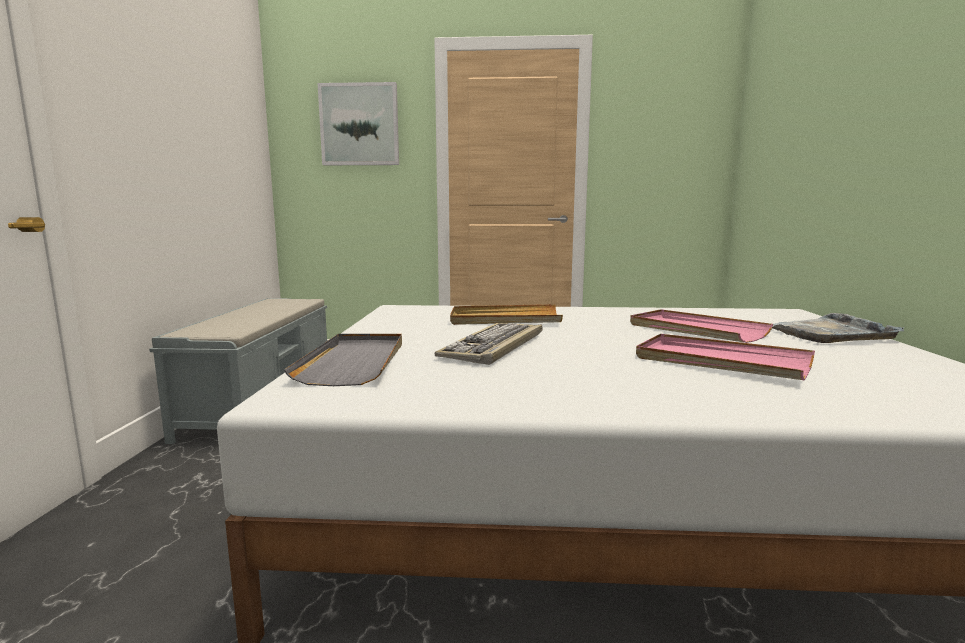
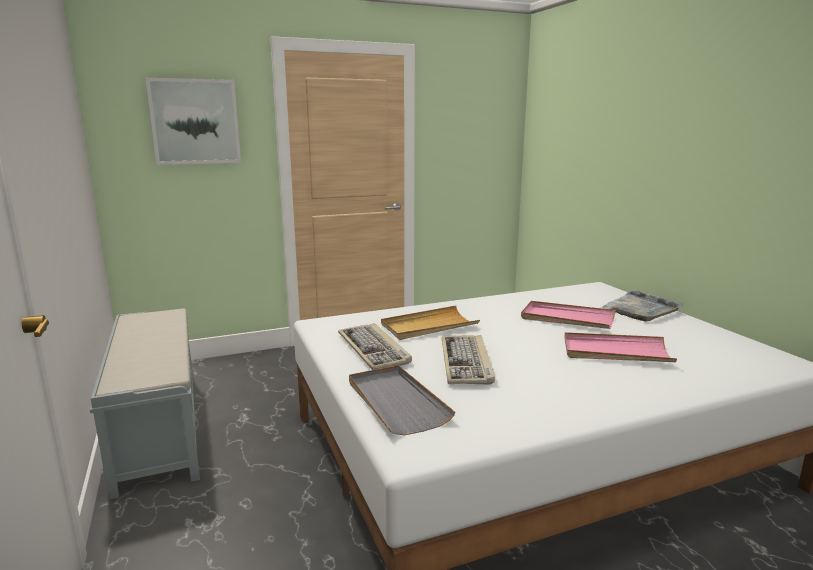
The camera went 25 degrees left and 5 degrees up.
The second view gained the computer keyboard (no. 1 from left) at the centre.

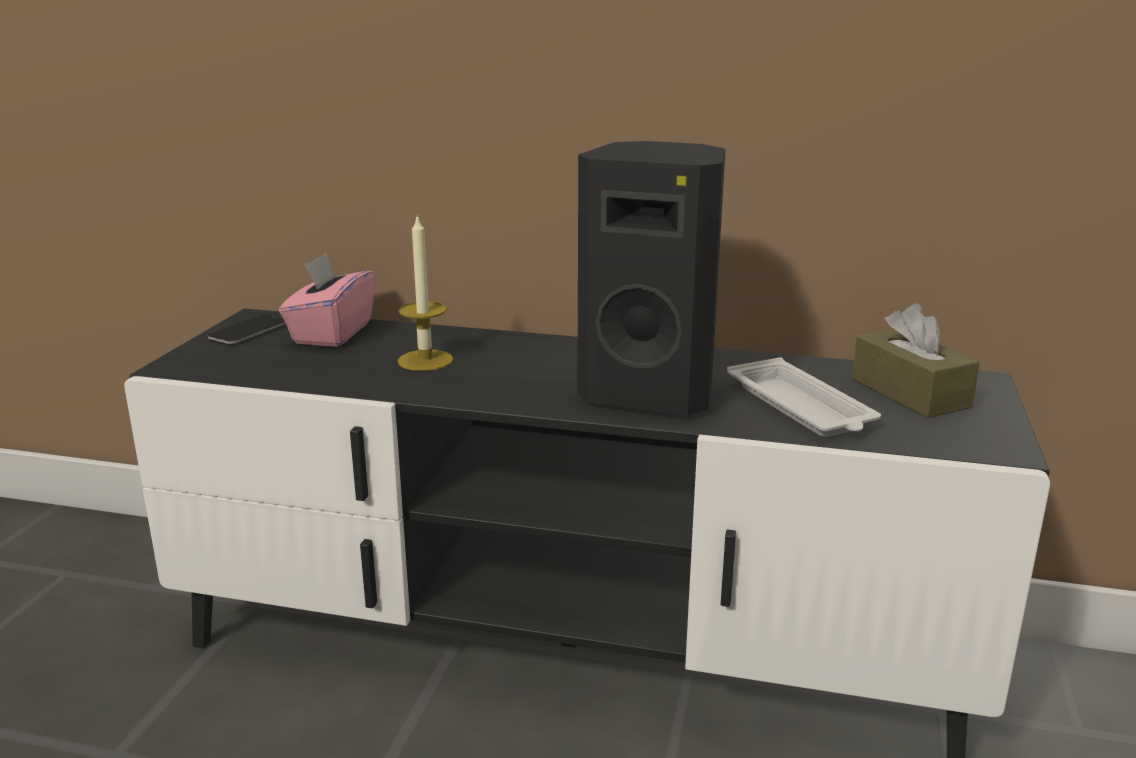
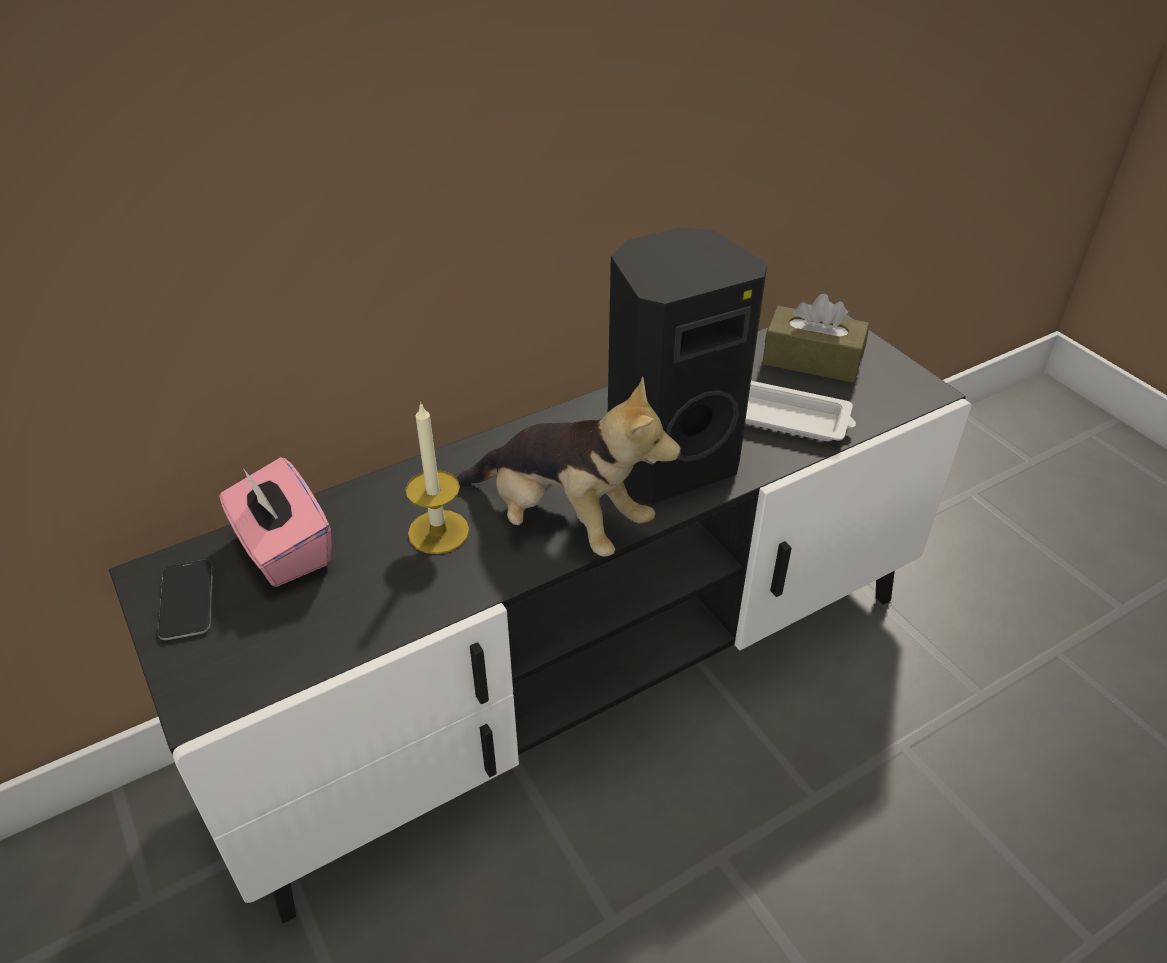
The camera went 45 degrees left and 20 degrees up.
The second view gained the soft toy at the centre.

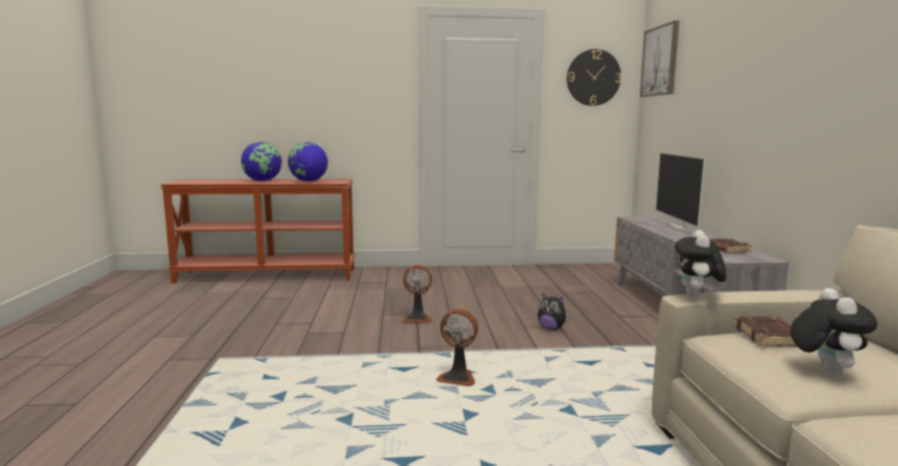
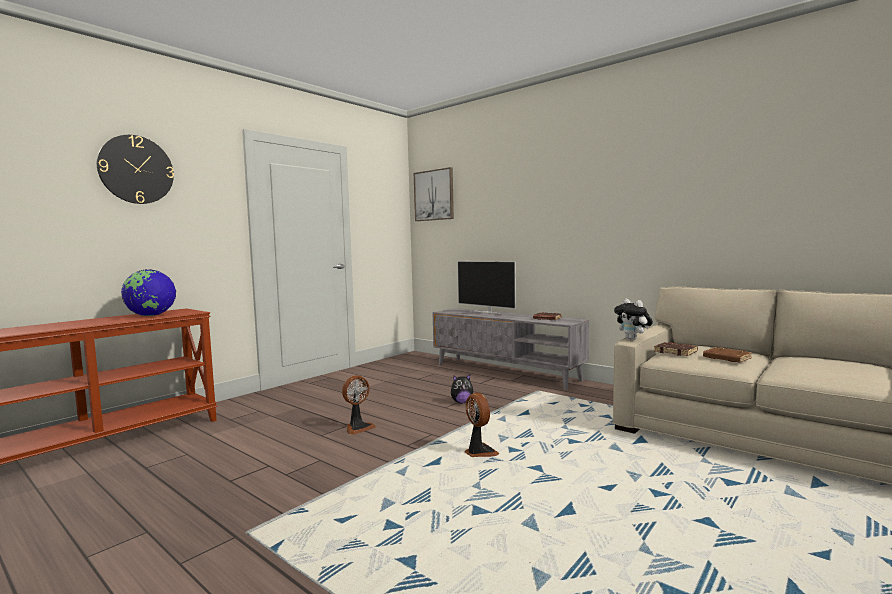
The camera went 45 degrees left and 5 degrees down.
The wall clock ended up elsewhere, having gone from the top centre to the top left.
The second view lost the globe (no. 1 from left) at the middle left.
Where the soft toy (no. 3 from left) stood at the bottom right, the bound book/brown-coloured (no. 3 from left) came to stand at the middle right.
The electric fan (no. 2 from left) at the bottom centre ended up facing another way, 90 degrees counterclockwise from before.

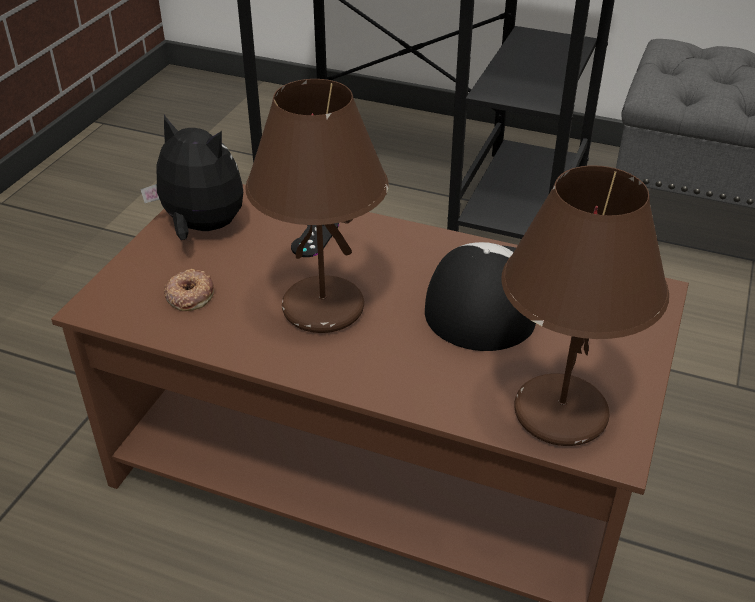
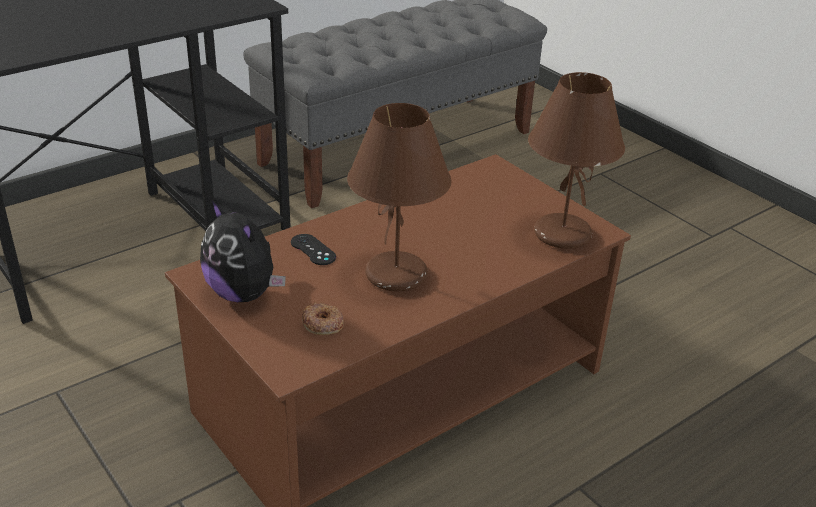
The camera went 60 degrees left and 5 degrees down.
The soft toy at the top left ended up facing another way, 105 degrees counterclockwise from before.
The second view lost the peaked cap at the centre.

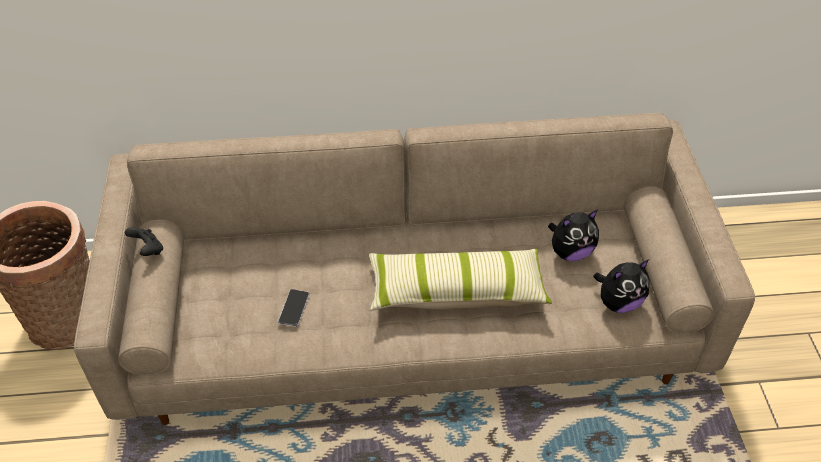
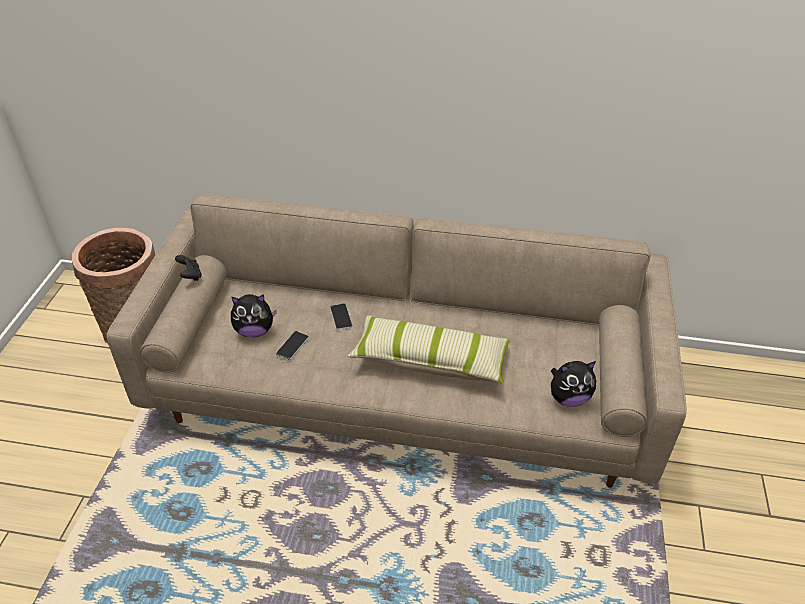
The camera went 15 degrees right and 5 degrees down.
The soft toy (no. 1 from left) ended up elsewhere, having gone from the middle right to the middle left.
The second view gained the telephone (no. 2 from left) at the centre.

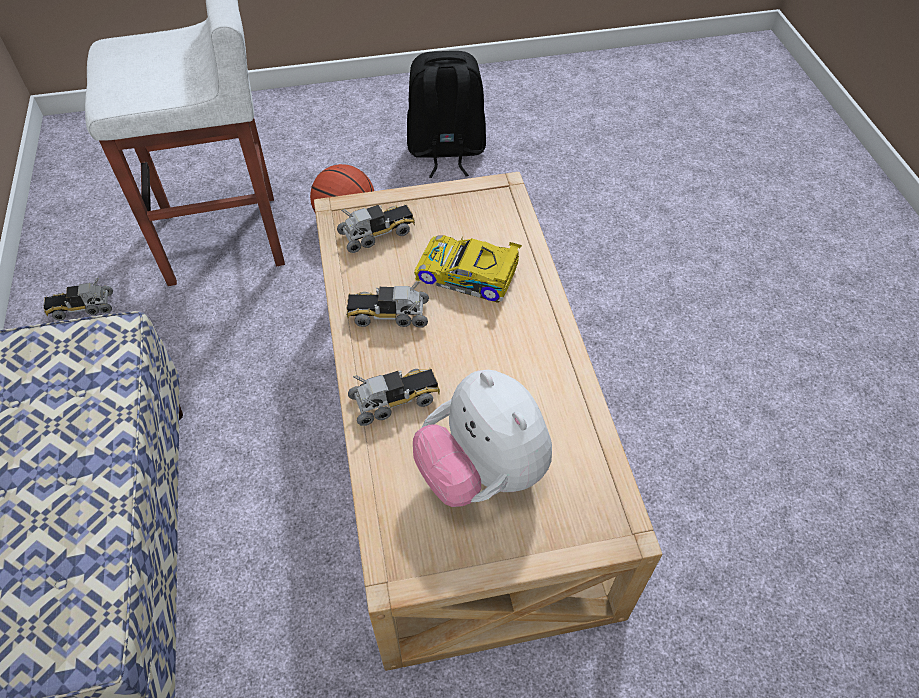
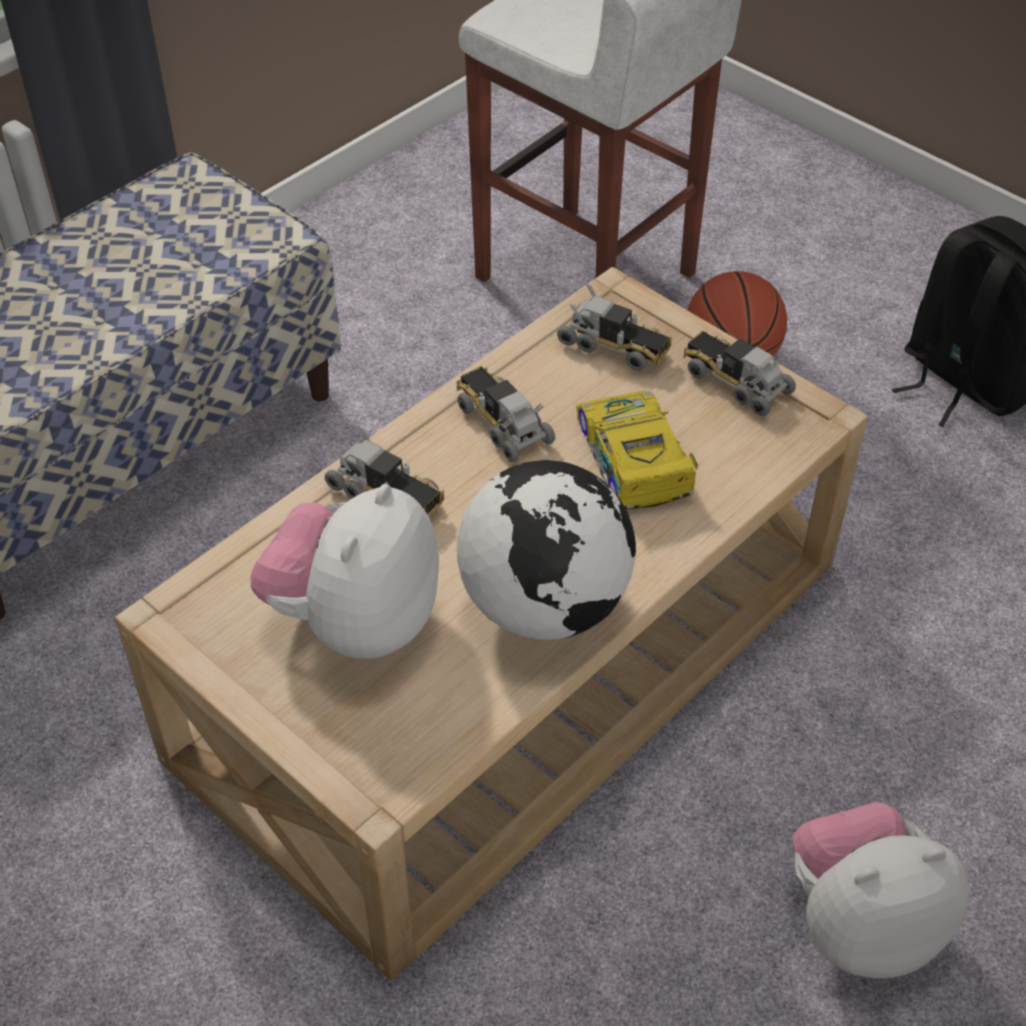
The camera went 55 degrees right and 5 degrees down.
The model truck (no. 1 from left in the first image) ended up elsewhere, having gone from the middle left to the middle right.
The second view gained the globe at the centre.
The second view gained the soft toy (no. 2 from left) at the bottom right.

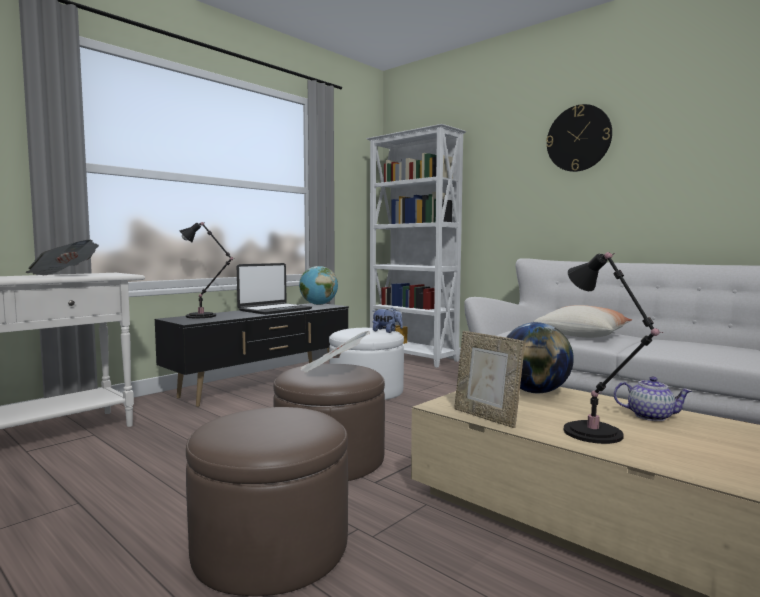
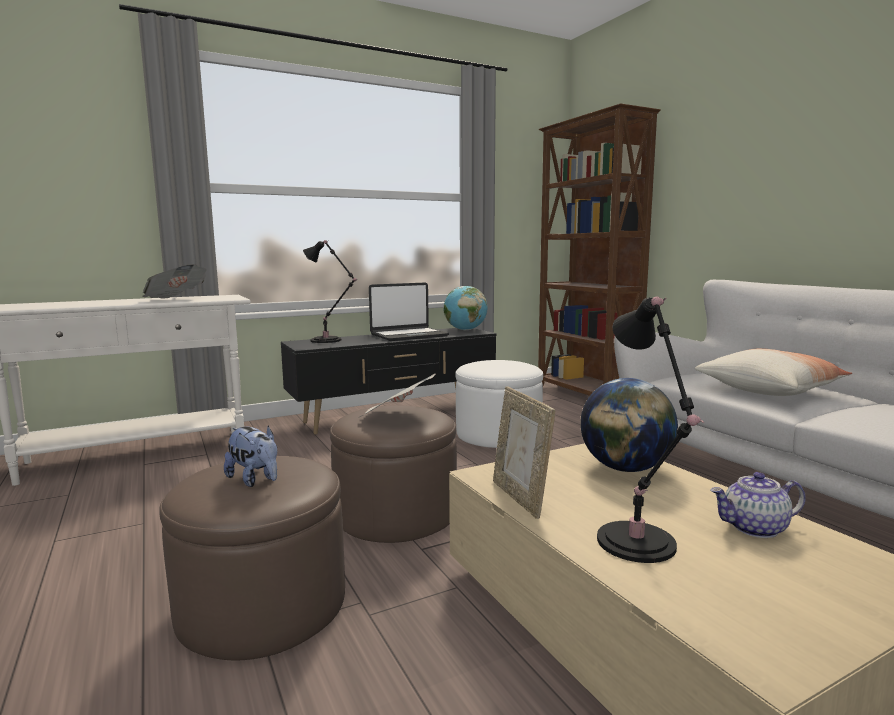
The camera went 20 degrees right and 5 degrees up.
The second view lost the wall clock at the top right.
What was the shelving unit/whitish at the centre turned into the shelving unit/brown-coloured at the middle right.
The soft toy ended up elsewhere, having gone from the centre to the middle left.
The pot for tea at the bottom right ended up facing another way, 135 degrees clockwise from before.

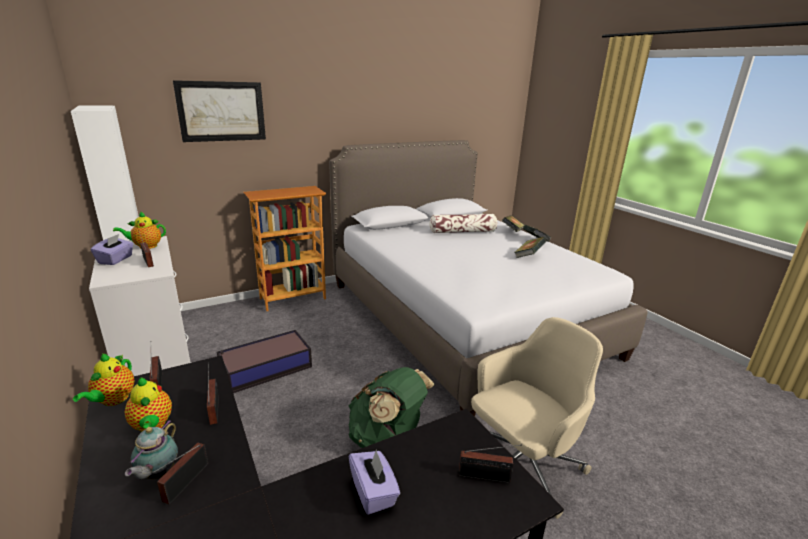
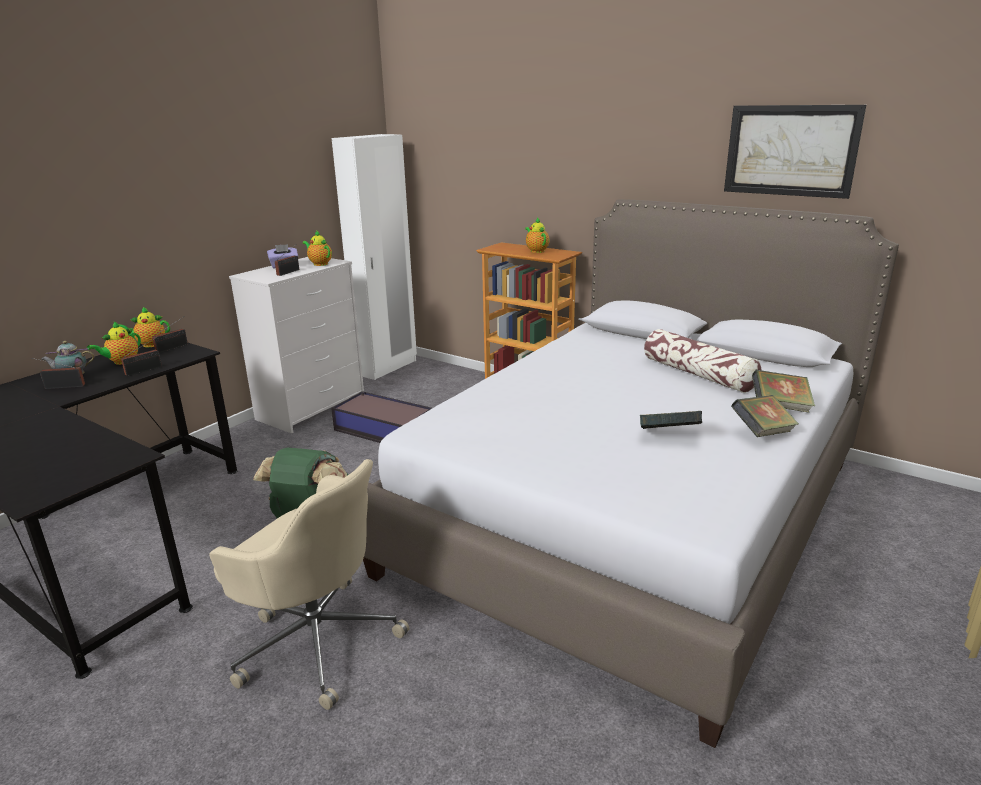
The camera went 65 degrees right and 0 degrees up.
The picture ended up elsewhere, having gone from the top left to the top right.
The second view lost the radio (no. 5 from left) at the bottom centre.
The second view lost the box of tissues/purple-coloured (no. 2 from left) at the bottom centre.
The second view gained the pot for tea (no. 5 from left) at the top centre.

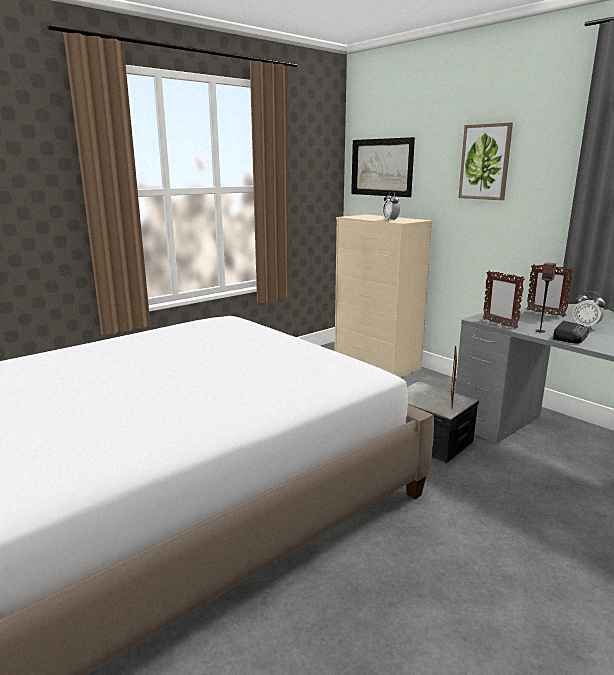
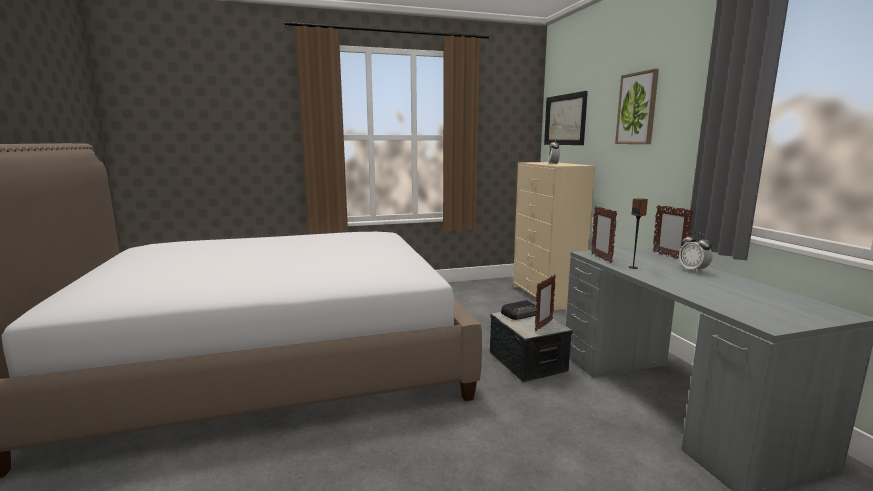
The camera went 25 degrees right and 5 degrees down.
The radio ended up elsewhere, having gone from the middle right to the centre.

